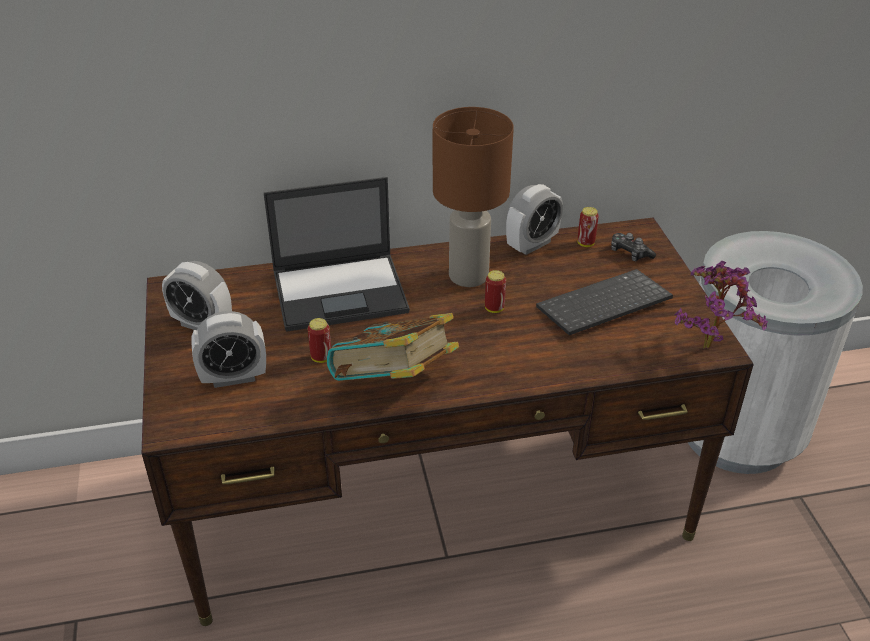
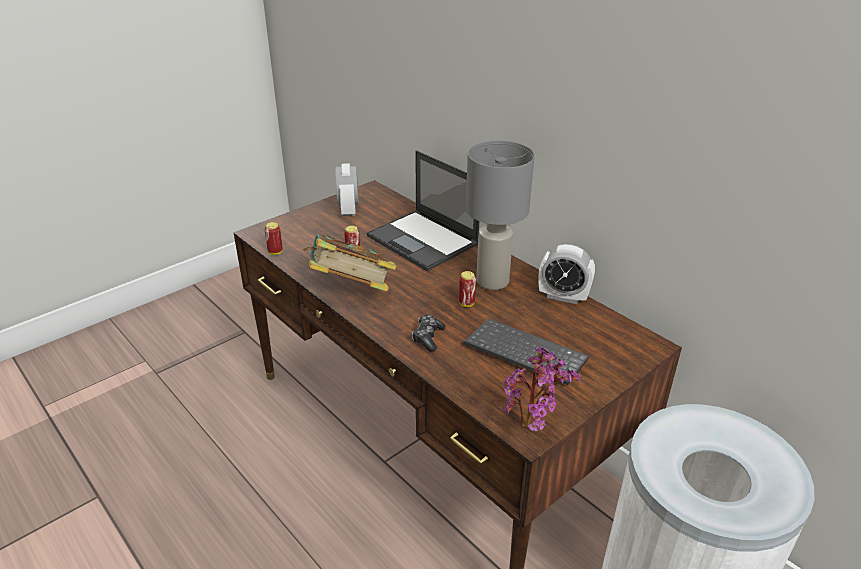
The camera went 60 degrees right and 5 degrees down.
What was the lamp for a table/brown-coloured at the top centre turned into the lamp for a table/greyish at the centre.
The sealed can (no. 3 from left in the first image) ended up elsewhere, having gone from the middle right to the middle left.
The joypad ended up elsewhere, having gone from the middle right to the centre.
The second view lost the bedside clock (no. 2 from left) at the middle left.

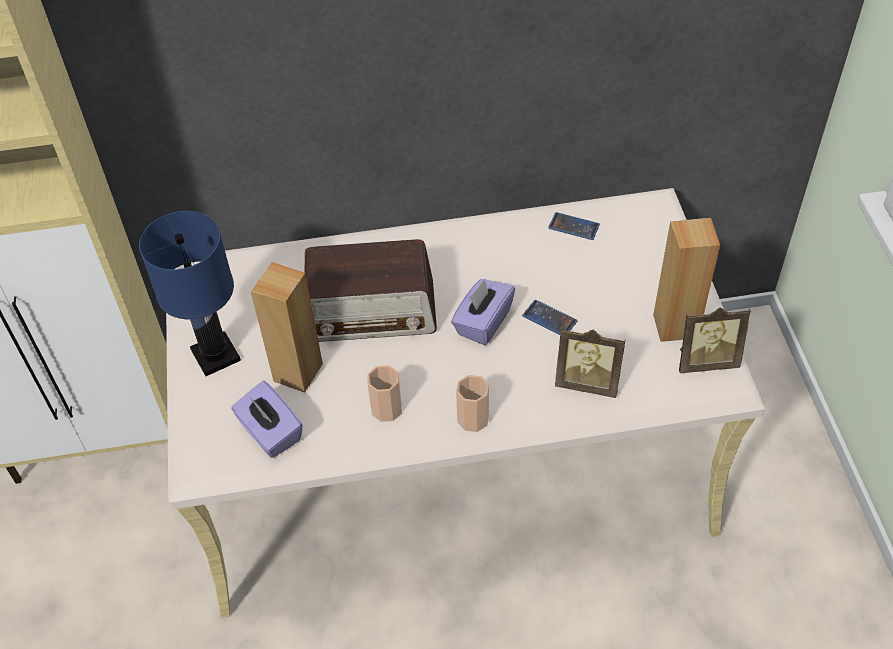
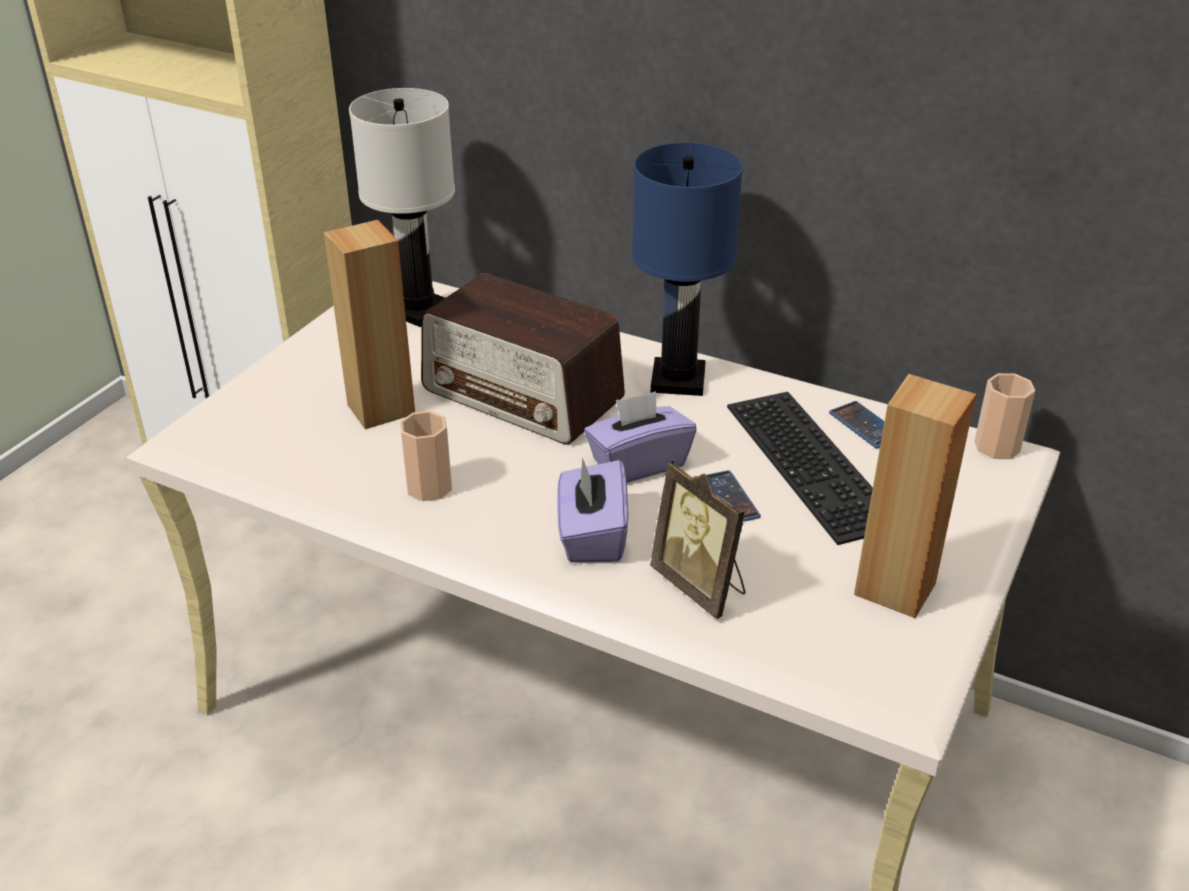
The camera went 35 degrees right and 15 degrees down.
The lamp for a table/blue ended up elsewhere, having gone from the middle left to the top centre.
The second view lost the picture frame (no. 2 from left) at the middle right.
The drinking cup (no. 2 from left) ended up elsewhere, having gone from the centre to the middle right.
The box of tissues/purple-coloured (no. 1 from left) ended up elsewhere, having gone from the middle left to the centre.
The second view gained the lamp for a table/whitish at the top centre.
The second view gained the computer keyboard at the middle right.

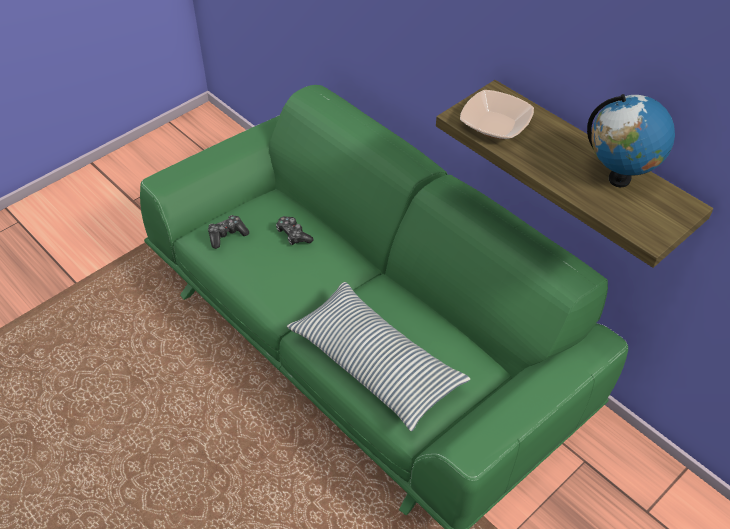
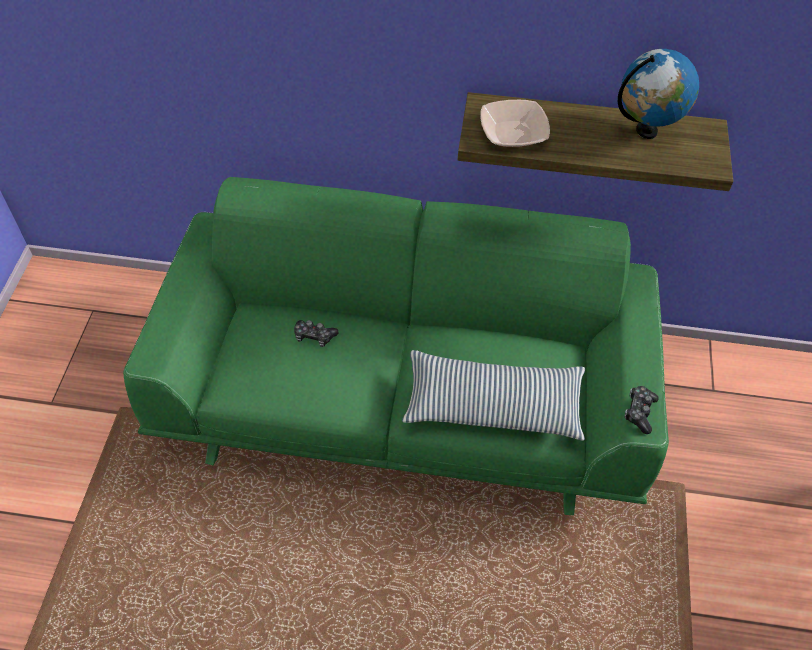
The camera went 40 degrees left and 5 degrees up.
The joypad (no. 1 from left in the first image) ended up elsewhere, having gone from the middle left to the middle right.

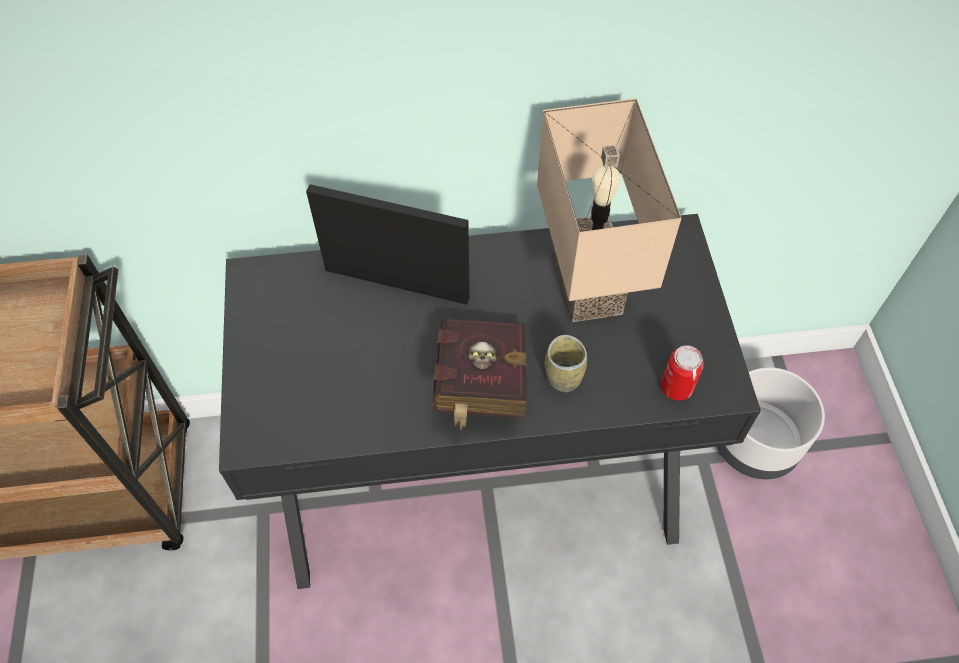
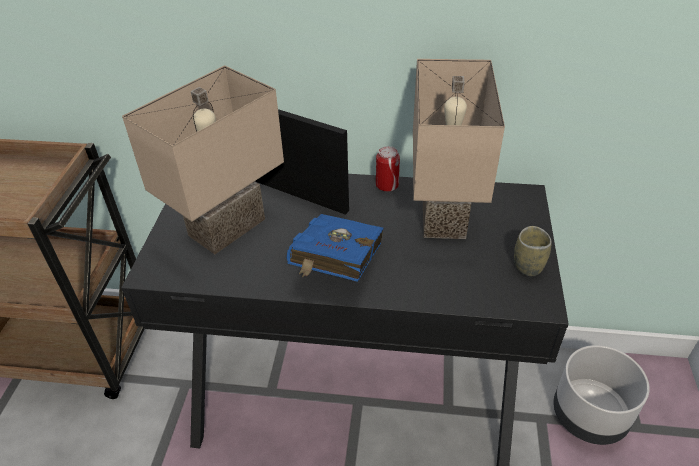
The camera went 15 degrees right and 15 degrees down.
What was the bound book/red at the centre turned into the bound book/blue at the centre.
The drinking cup ended up elsewhere, having gone from the centre to the middle right.
The sealed can ended up elsewhere, having gone from the middle right to the centre.
The second view gained the lamp for a table/sand-coloured (no. 1 from left) at the middle left.

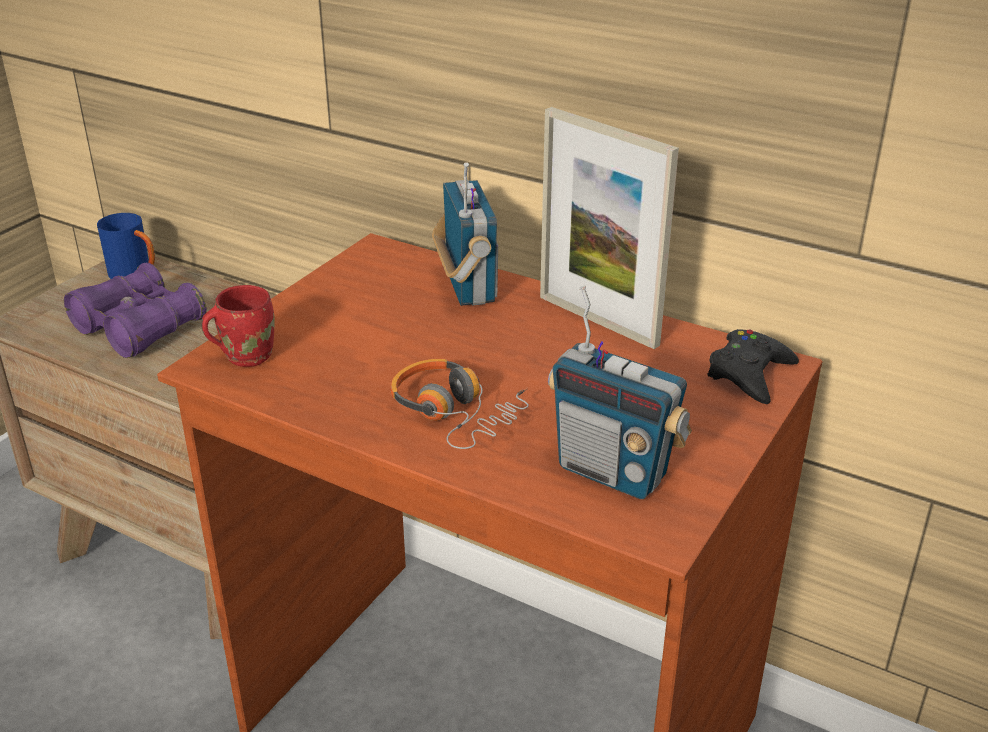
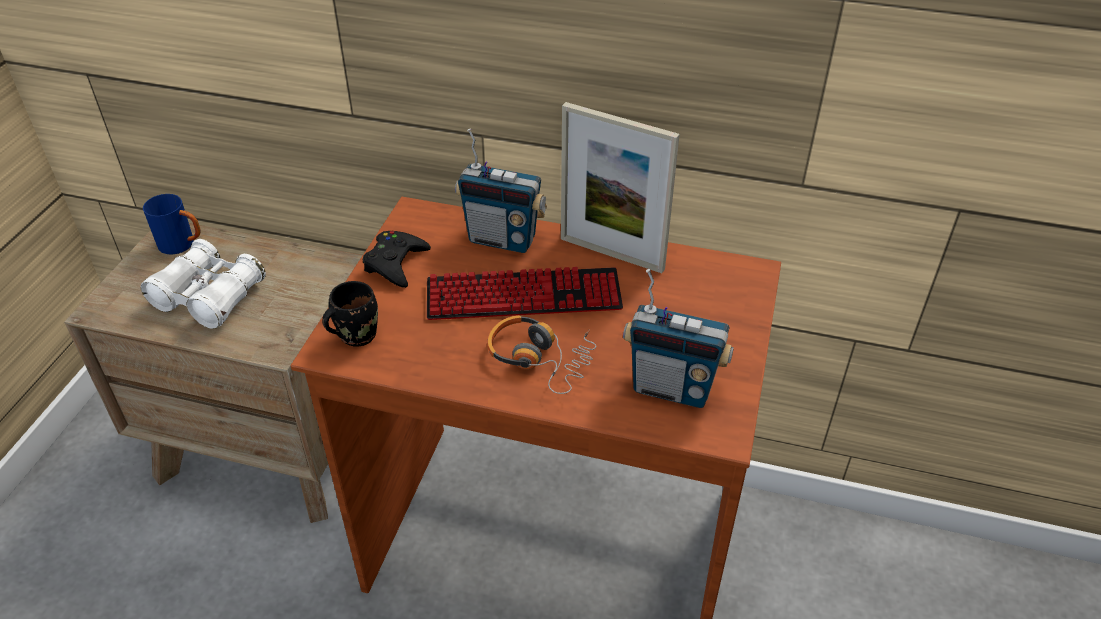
The camera went 15 degrees left and 10 degrees up.
The radio (no. 1 from left) at the top centre ended up facing another way, 135 degrees clockwise from before.
What was the pair of binoculars/purple-coloured at the middle left turned into the pair of binoculars/whitish at the middle left.
What was the coffee mug/red at the middle left turned into the coffee mug/black-coloured at the middle left.
The joypad/black-coloured ended up elsewhere, having gone from the middle right to the centre.
The second view gained the computer keyboard at the centre.

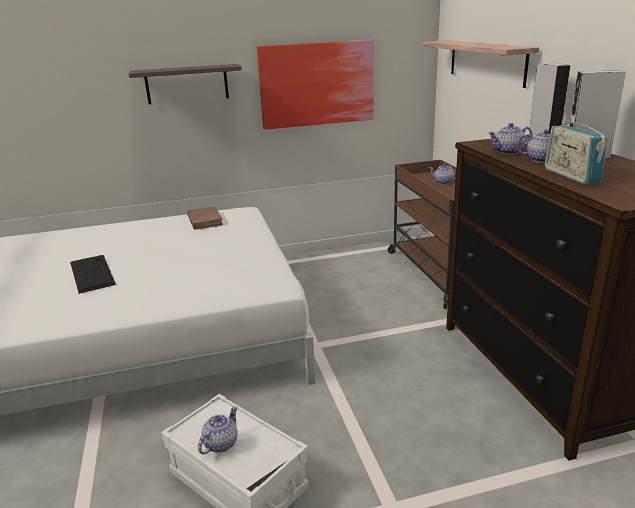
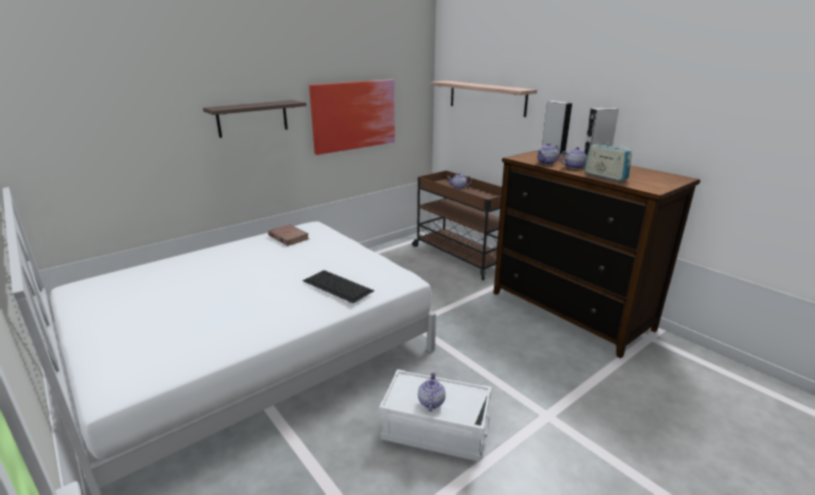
The camera went 25 degrees left and 0 degrees up.
The computer keyboard ended up elsewhere, having gone from the middle left to the centre.

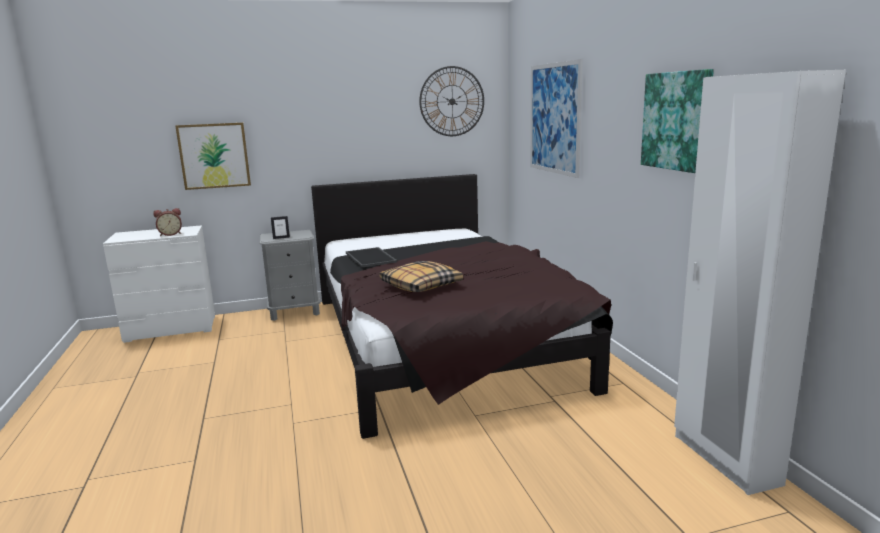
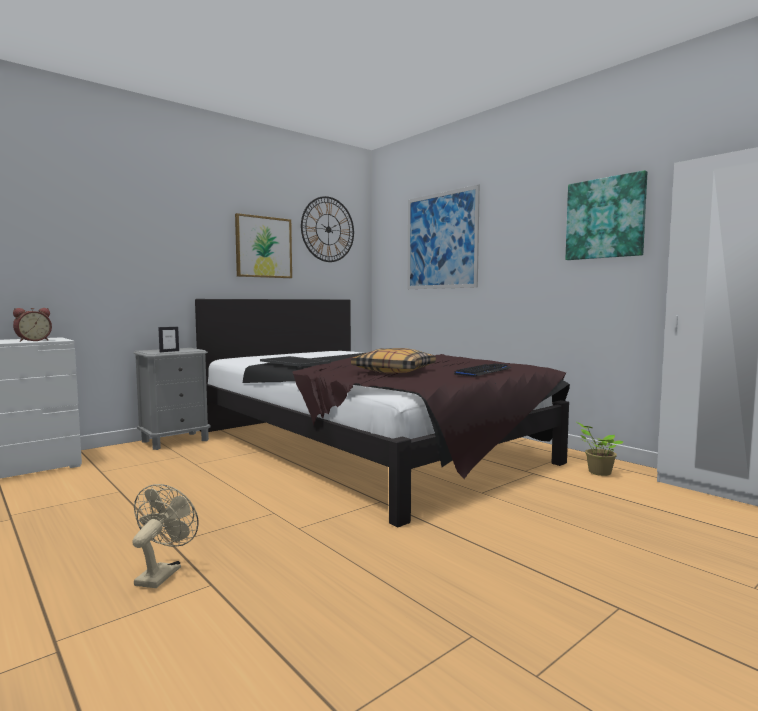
The camera went 25 degrees left and 10 degrees down.
The picture (no. 1 from left) ended up elsewhere, having gone from the top left to the centre.
The second view gained the computer keyboard at the centre.
The second view gained the potted plant at the middle right.
The second view gained the electric fan/sand-coloured at the bottom left.

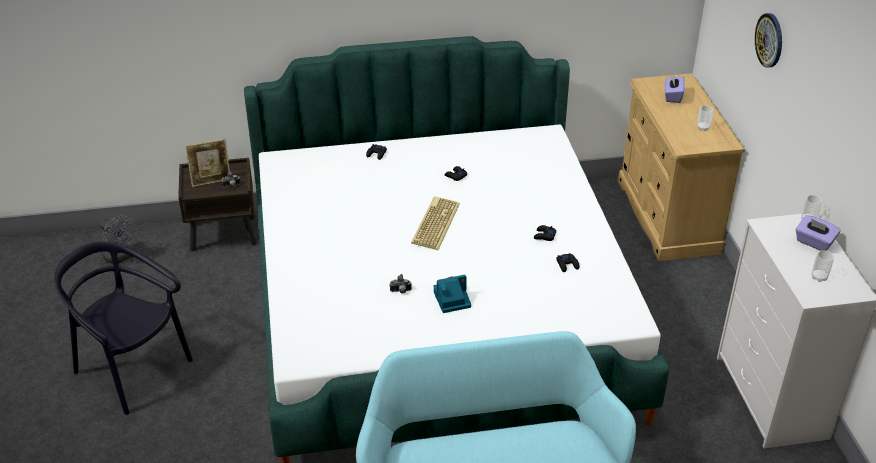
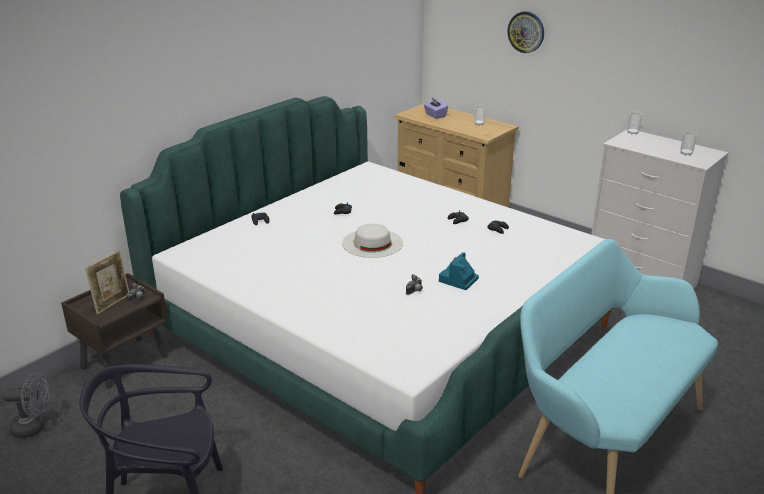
The camera went 40 degrees left and 10 degrees down.
Where the computer keyboard stood at the centre, the clothing hat/whitish came to stand at the centre.
The second view lost the box of tissues/purple-coloured (no. 2 from left) at the middle right.

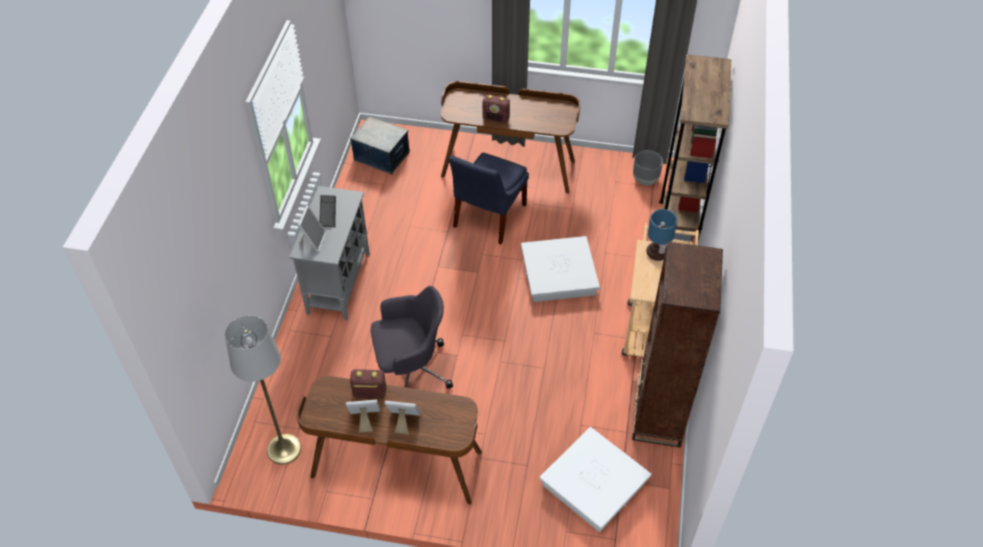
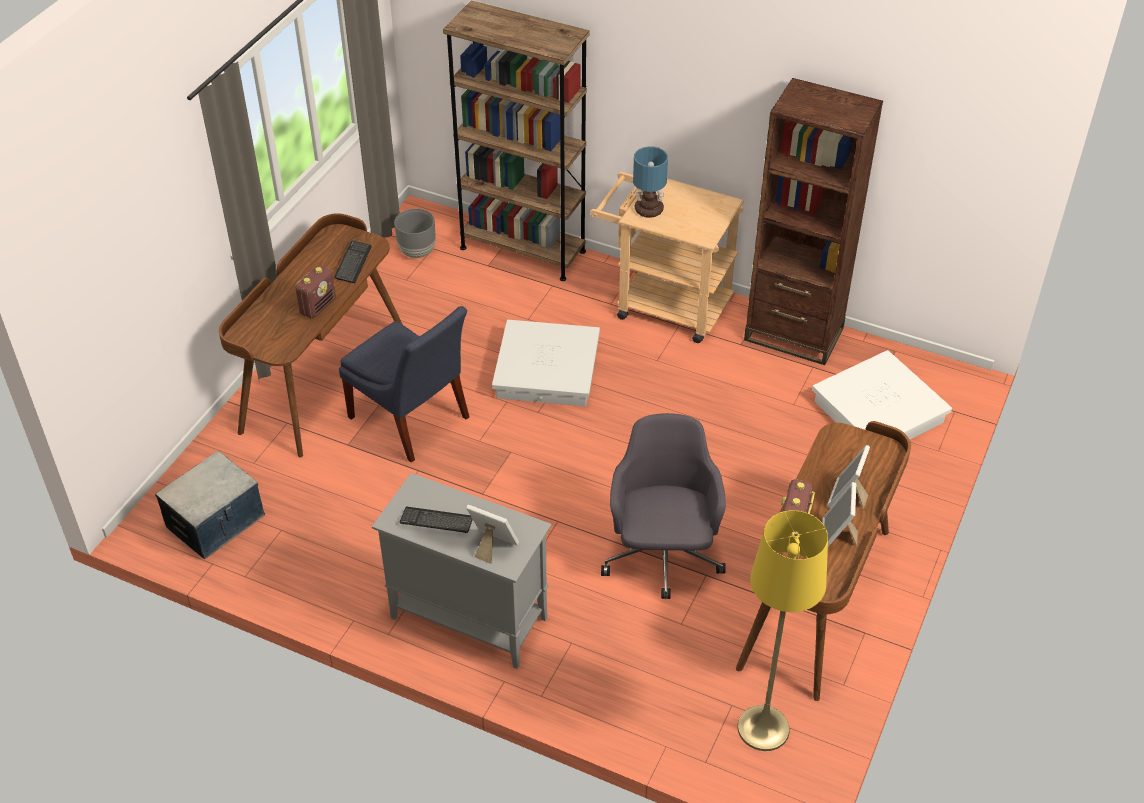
The camera went 75 degrees left and 5 degrees down.
What was the standing lamp/greyish at the bottom left turned into the standing lamp/yellowish at the bottom right.
The second view gained the computer keyboard (no. 1 from left) at the top left.

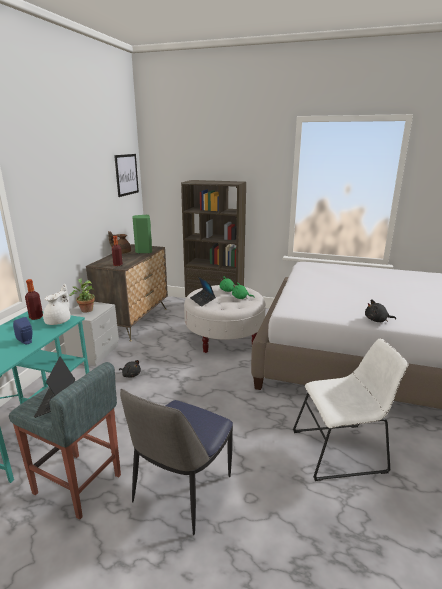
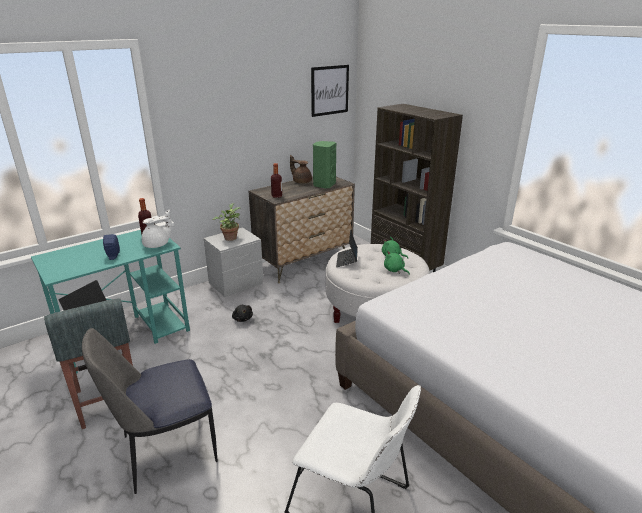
The camera went 35 degrees right and 5 degrees up.
The second view lost the soft toy/black-coloured (no. 2 from left) at the middle right.

